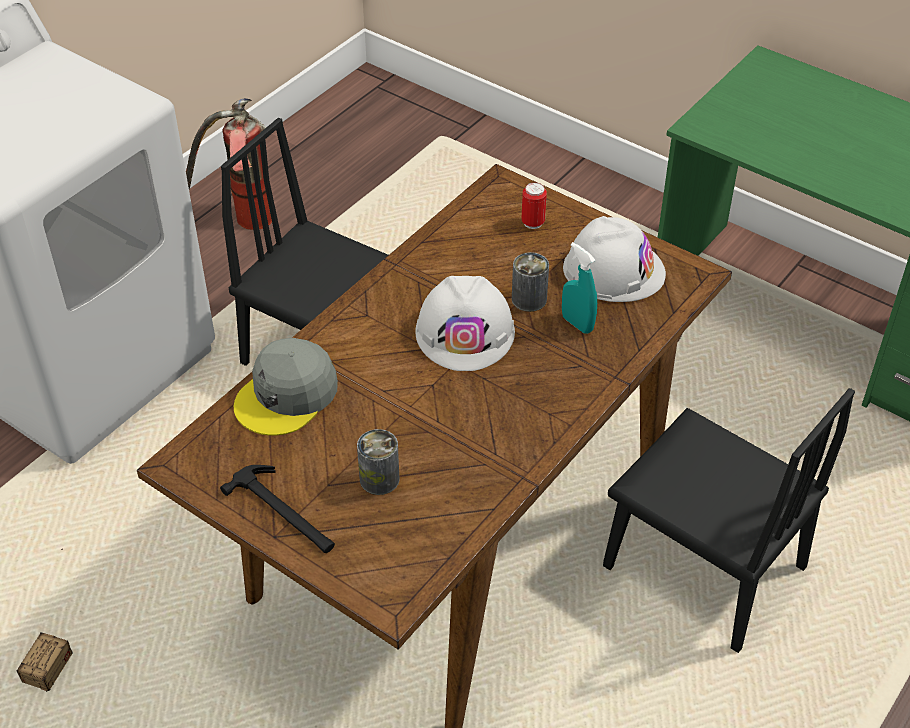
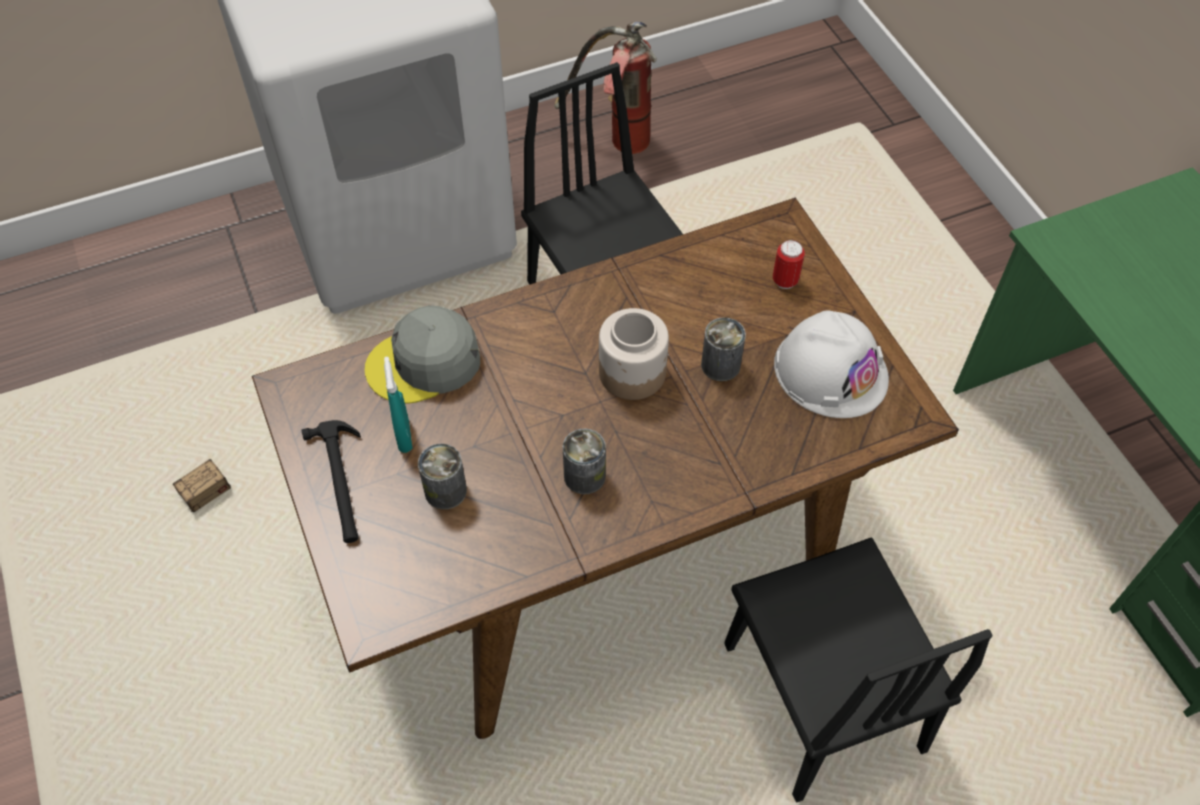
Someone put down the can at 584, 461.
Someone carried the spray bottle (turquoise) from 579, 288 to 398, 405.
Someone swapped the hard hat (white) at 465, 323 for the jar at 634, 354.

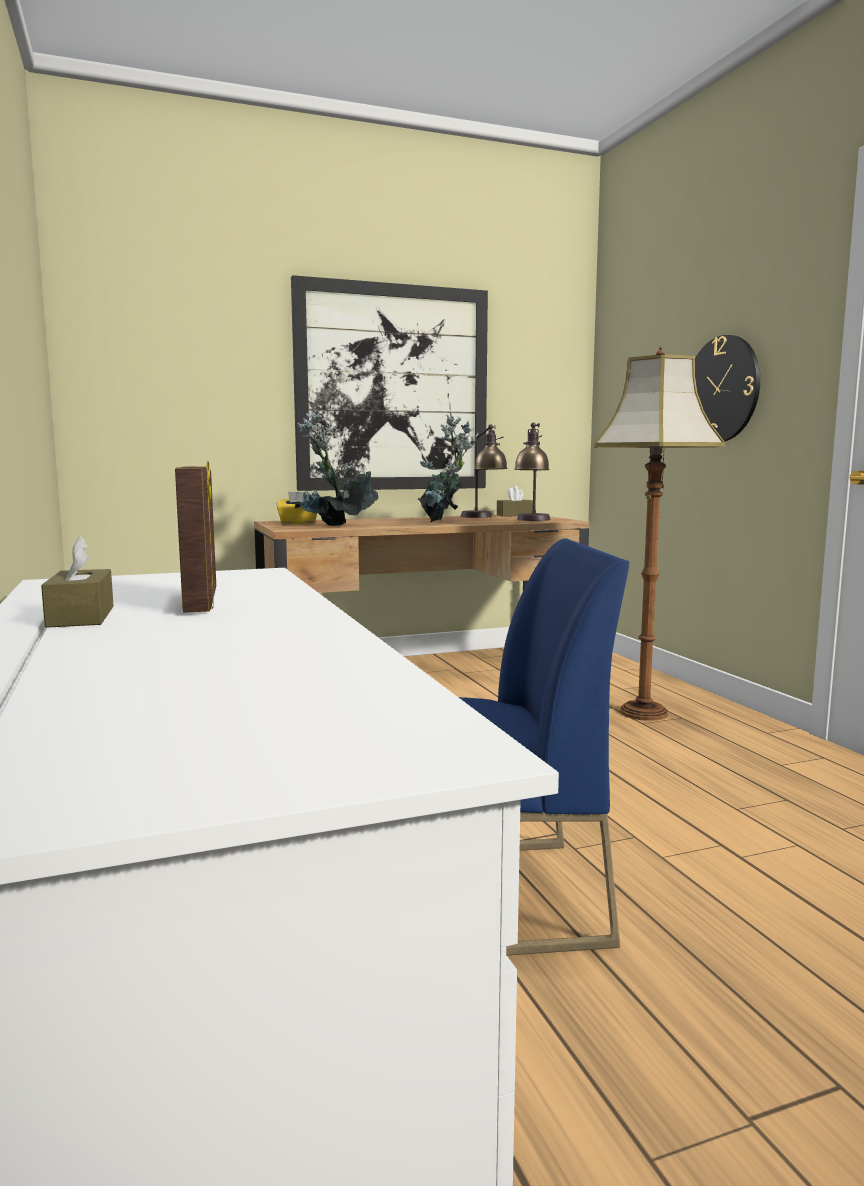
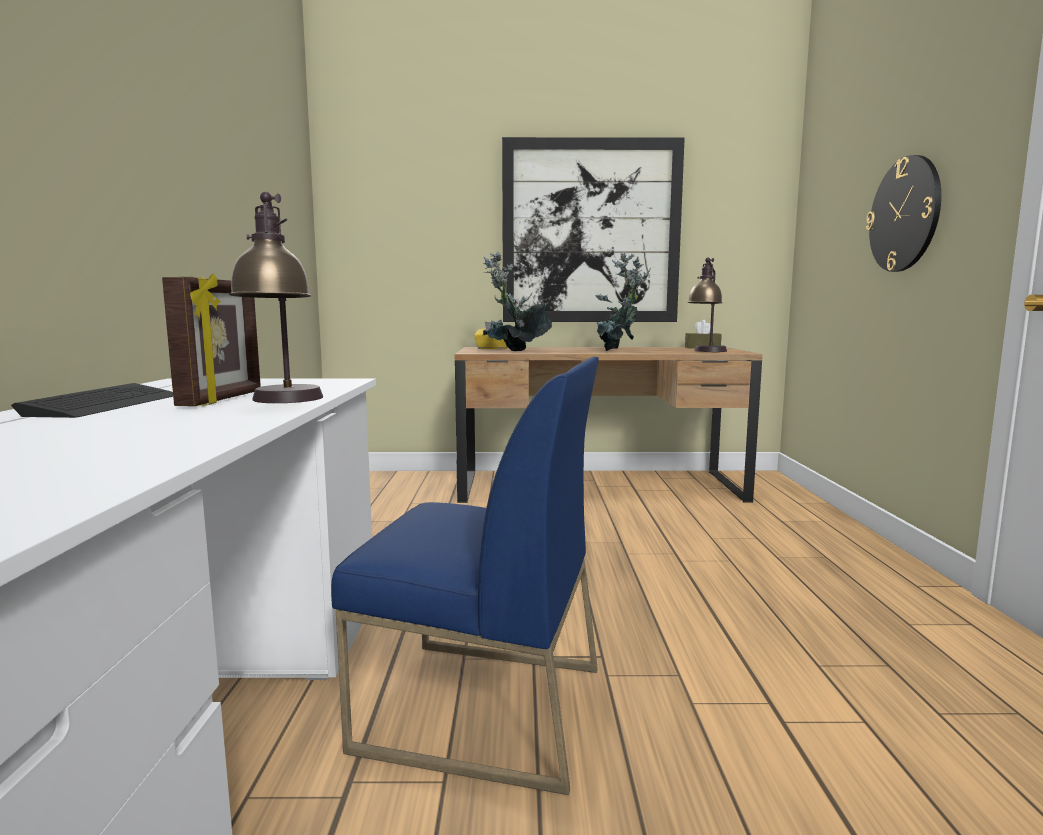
Someone took away the floor lamp at 659, 533.
Someone carried the table lamp from 484, 471 to 276, 297.
Someone swapped the tissue box (brown) at 77, 582 for the keyboard at 92, 400.

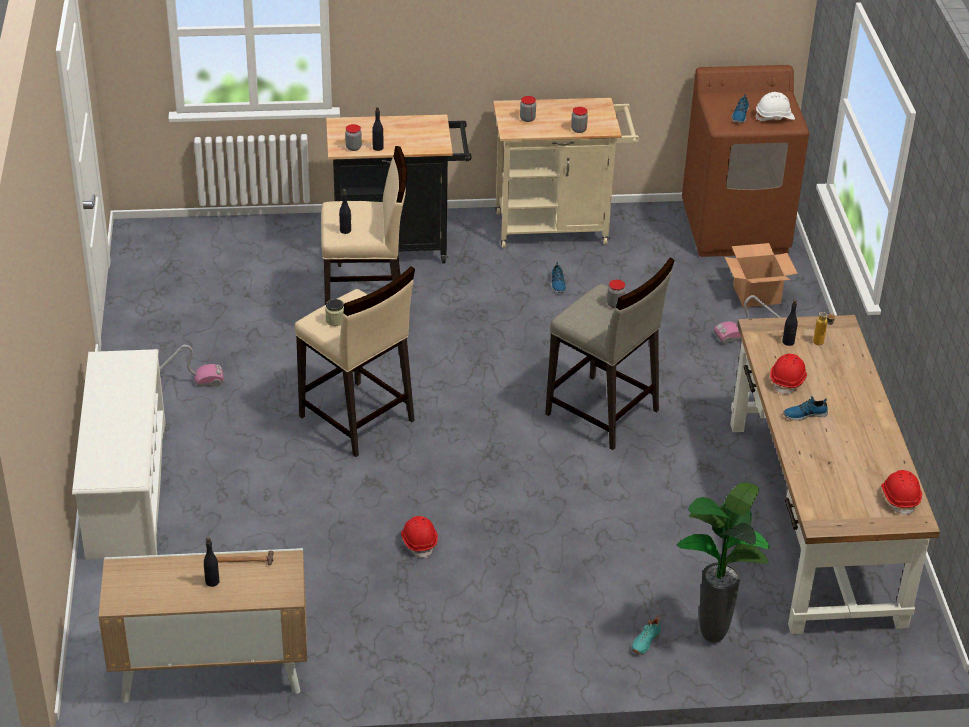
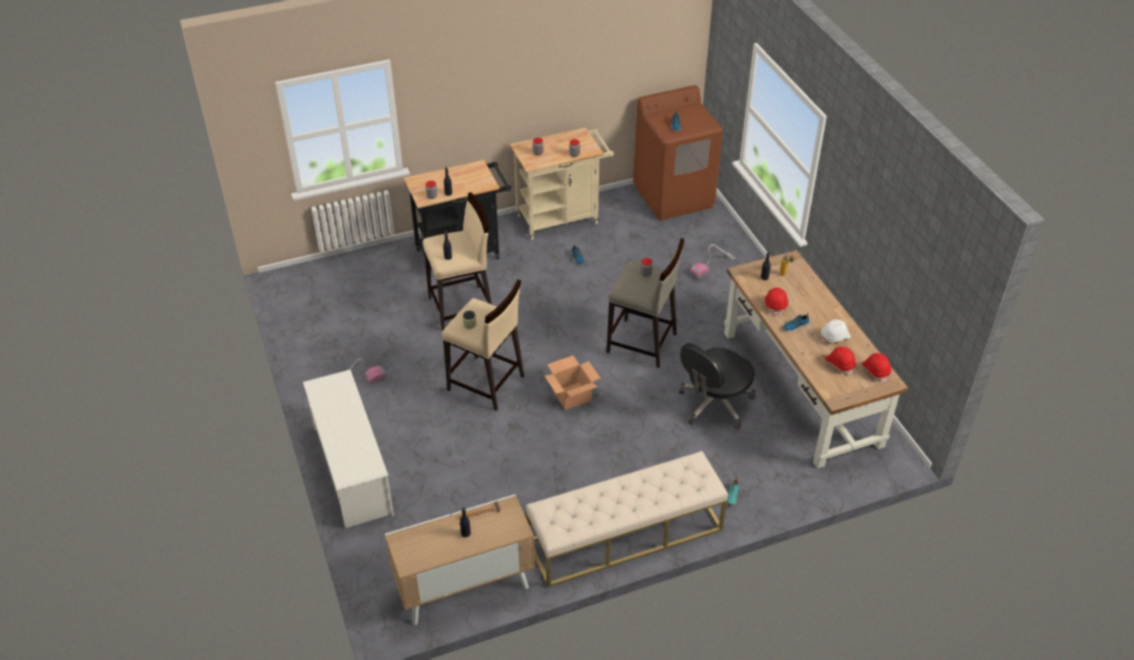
Someone took away the potted plant at 723, 562.
Someone put down the bench (beige) at 627, 519.
Someone put down the office chair (black) at 717, 386.
Someone carried the hard hat (red) from 419, 537 to 840, 360.
Someone carried the cardboard box from 761, 275 to 573, 382.
Someone carried the hard hat (white) from 775, 106 to 836, 331.

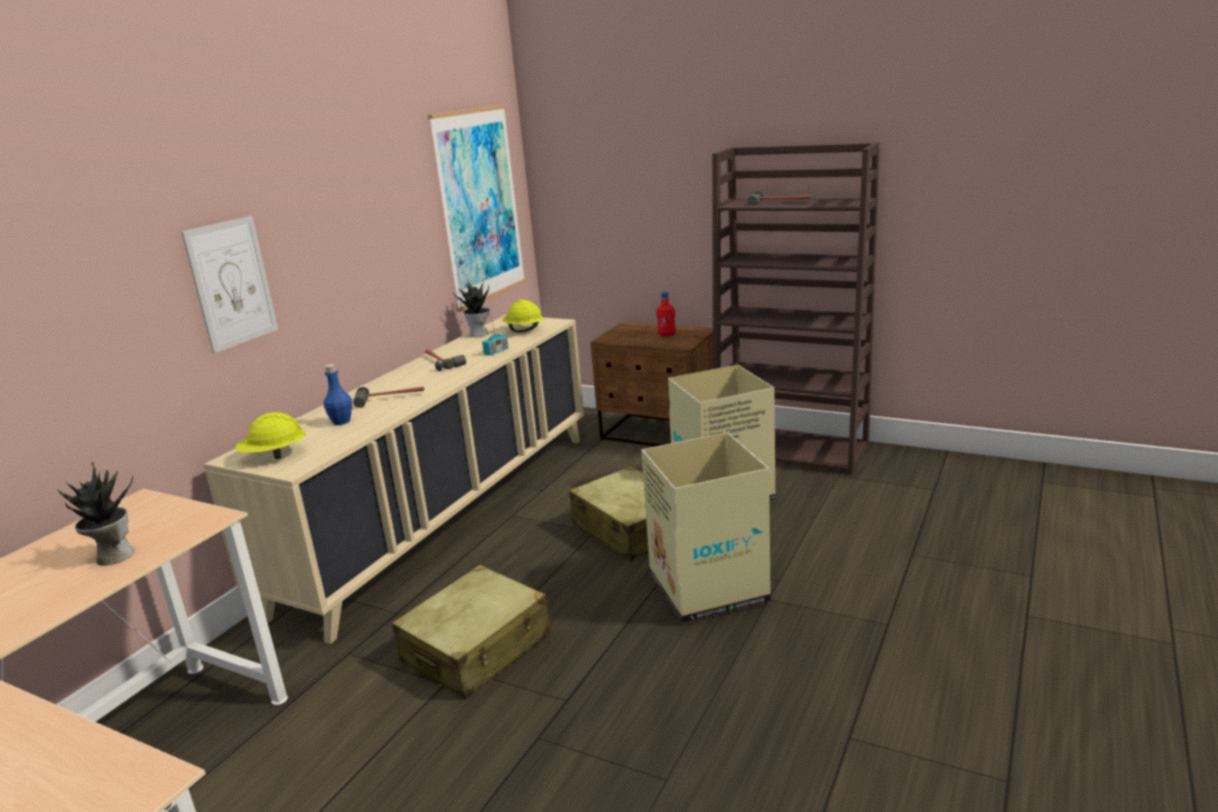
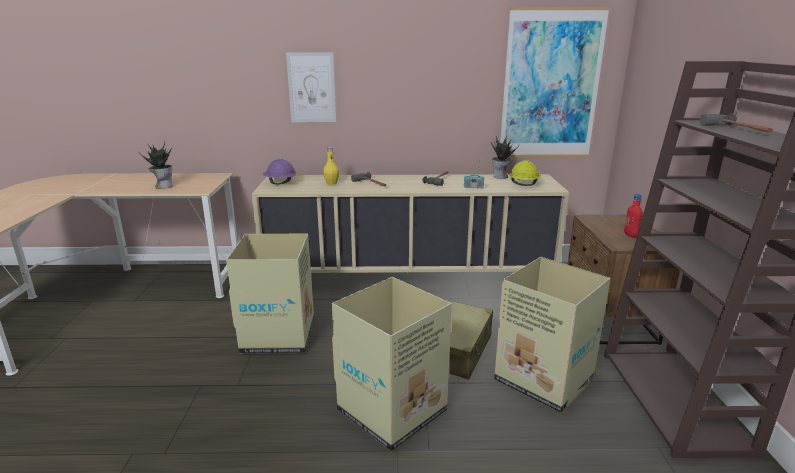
Someone swapped the suitcase (beige) at 471, 632 for the cardboard box at 270, 294.
Someone repainted the hard hat (yellow) at 270, 436, which became the hard hat (purple) at 279, 172.
Someone repainted the bottle (blue) at 338, 394, which became the bottle (yellow) at 331, 166.

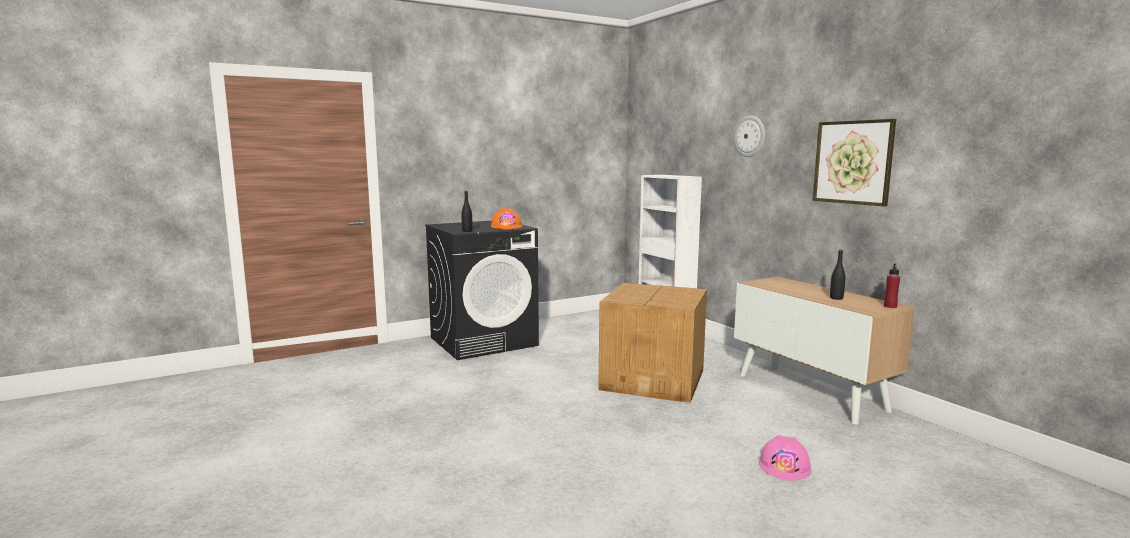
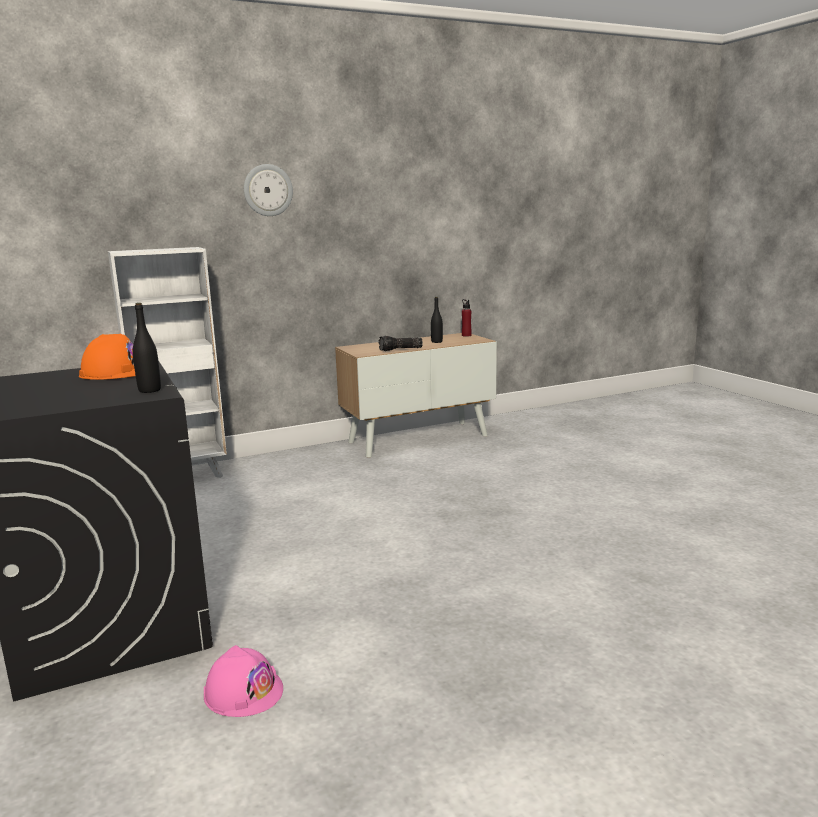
Someone took away the cardboard box at 652, 343.
Someone took away the picture at 854, 163.
Someone put down the flashlight at 401, 343.
Someone carried the hard hat (pink) from 785, 458 to 243, 681.

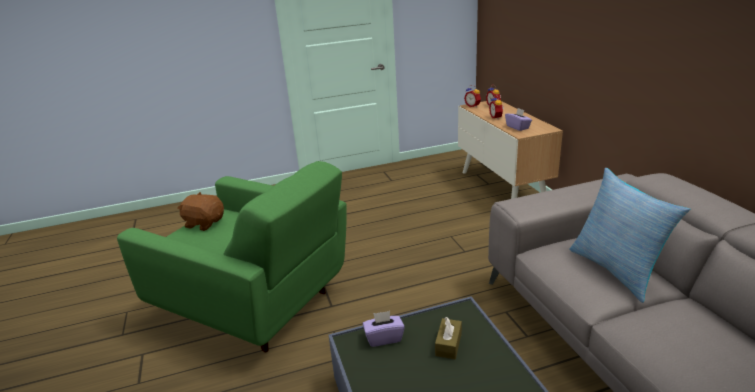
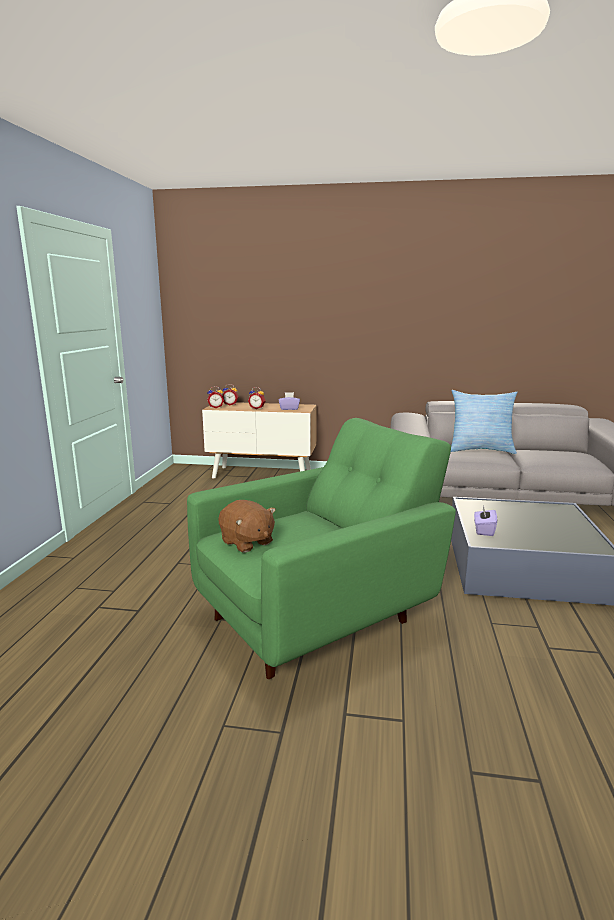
Someone took away the tissue box (brown) at 448, 338.
Someone rotated the plush toy (brown) at 200, 211 by 90 degrees counterclockwise.

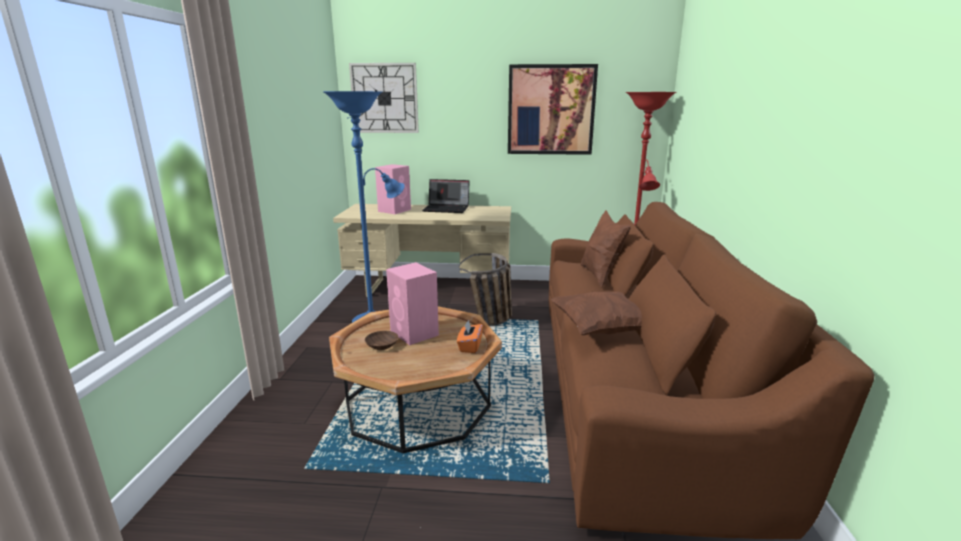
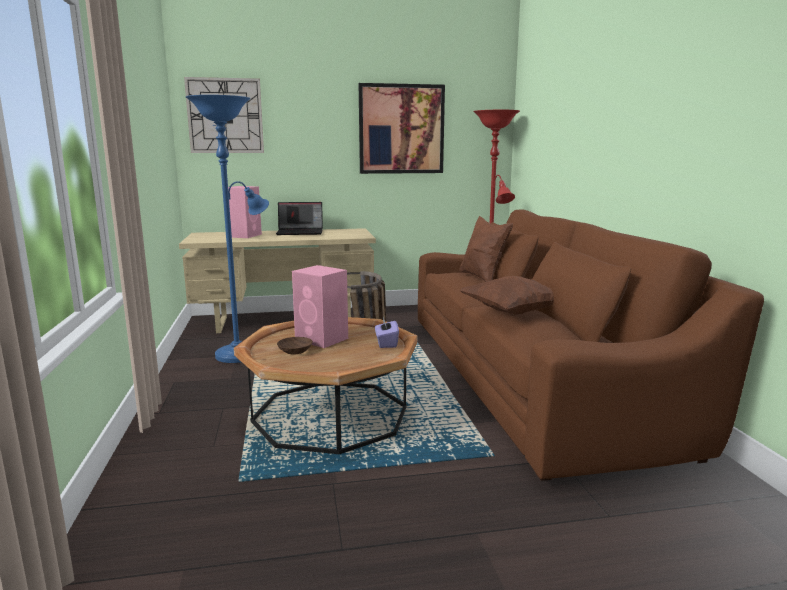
Someone repainted the tissue box (orange) at 470, 336, which became the tissue box (purple) at 387, 332.

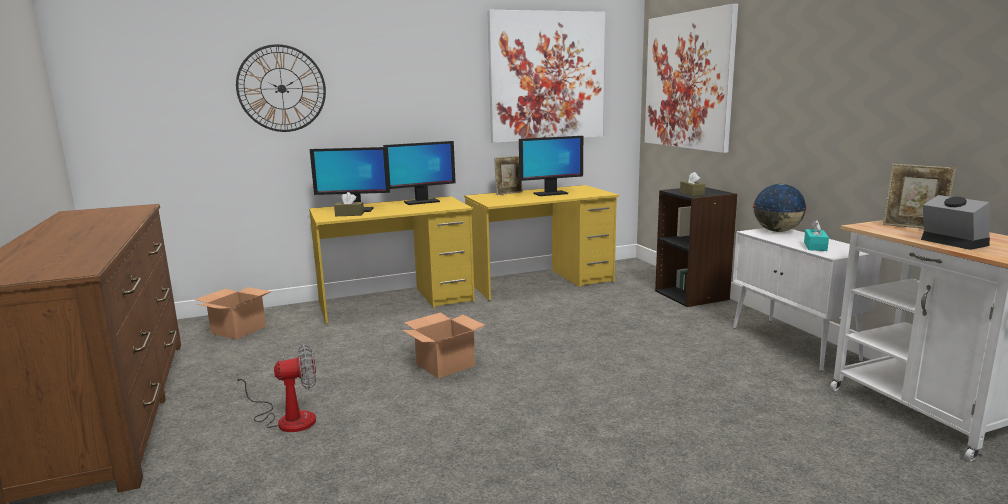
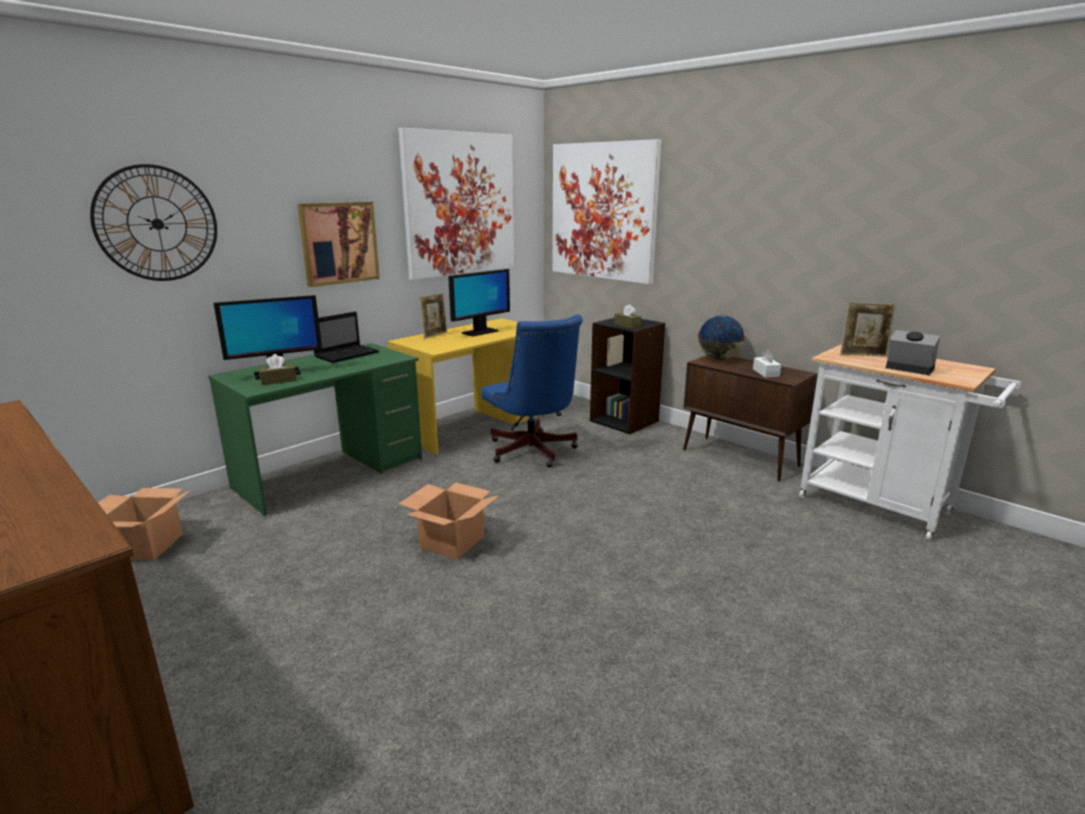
Someone took away the fan at 276, 388.
Someone put up the picture at 338, 244.
Someone put down the office chair (blue) at 532, 390.
Someone swapped the monitor at 419, 173 for the laptop at 346, 337.
Someone repainted the desk (yellow) at 392, 260, which became the desk (green) at 315, 429.
Someone repainted the cabinet (white) at 807, 299, which became the cabinet (brown) at 750, 418.
Someone repainted the tissue box (turquoise) at 816, 235, which became the tissue box (white) at 767, 363.

